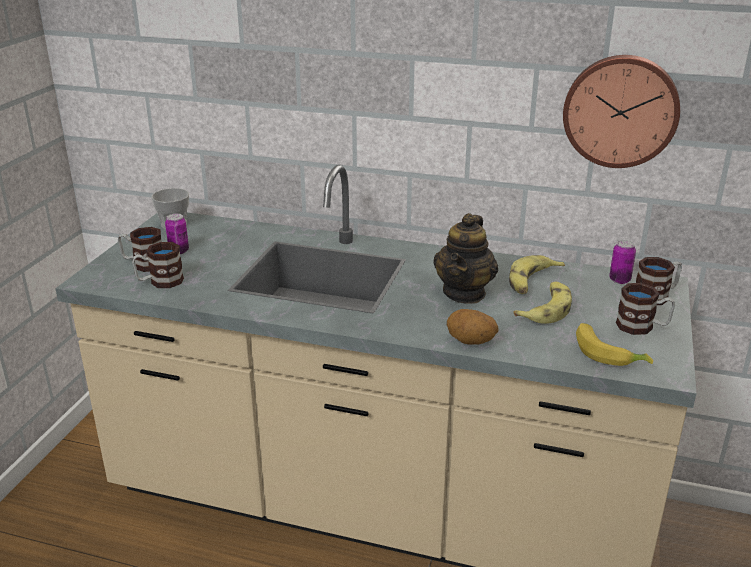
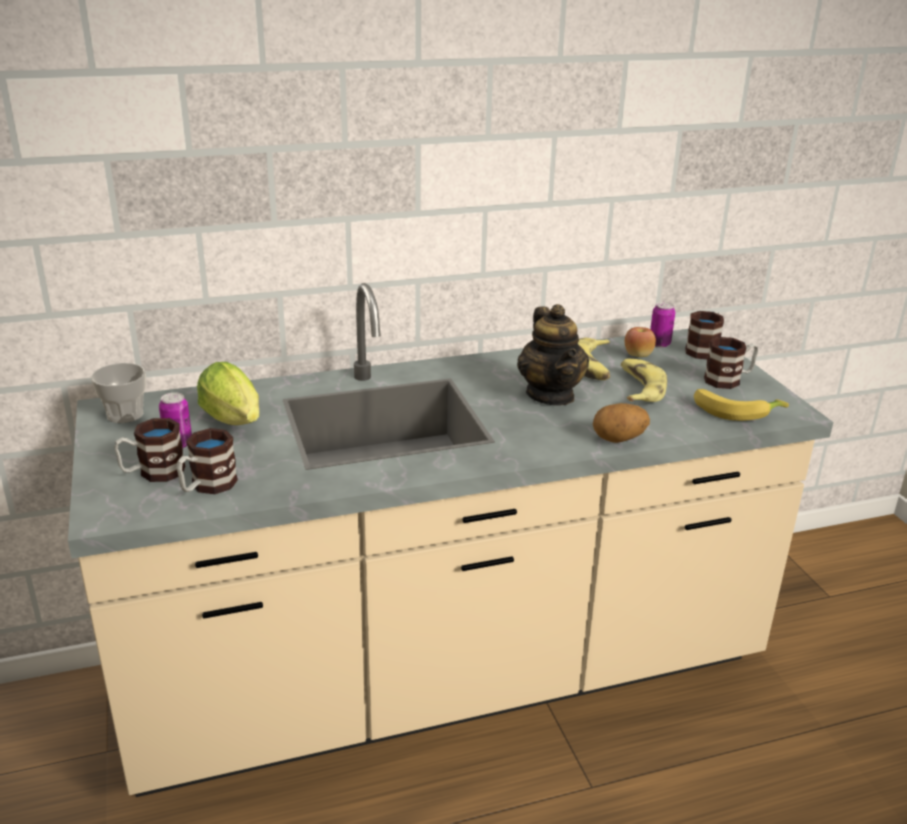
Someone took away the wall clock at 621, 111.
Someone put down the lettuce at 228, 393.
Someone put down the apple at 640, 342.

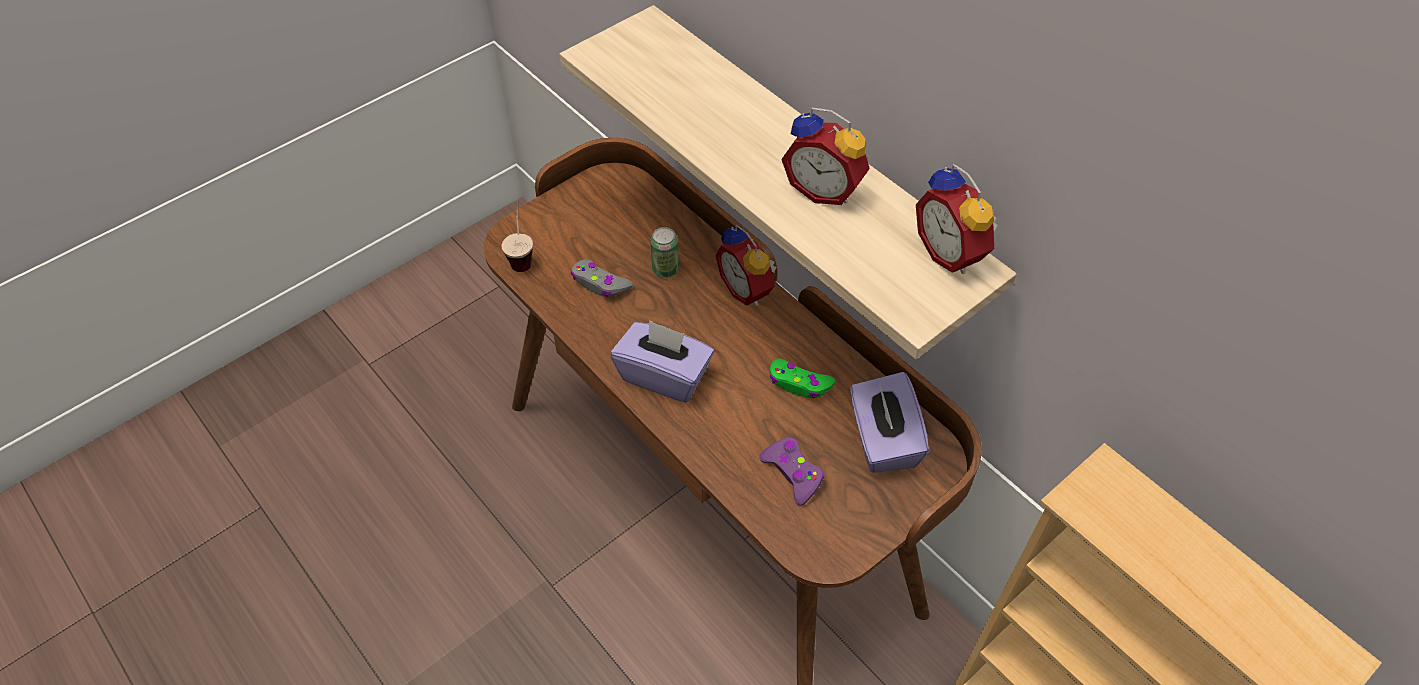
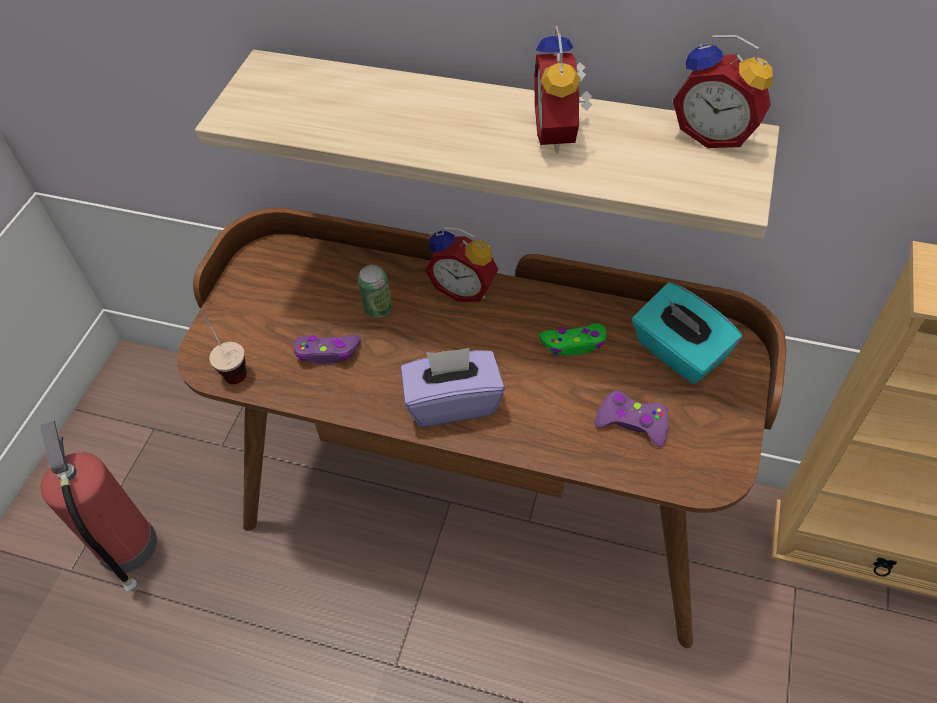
Someone put down the fire extinguisher at 98, 506.
Someone repainted the game controller (grey) at 602, 278, which became the game controller (purple) at 327, 349.
Someone repainted the tissue box (purple) at 889, 422, which became the tissue box (turquoise) at 687, 333.
Someone rotated the alarm clock at 825, 156 by 90 degrees clockwise.

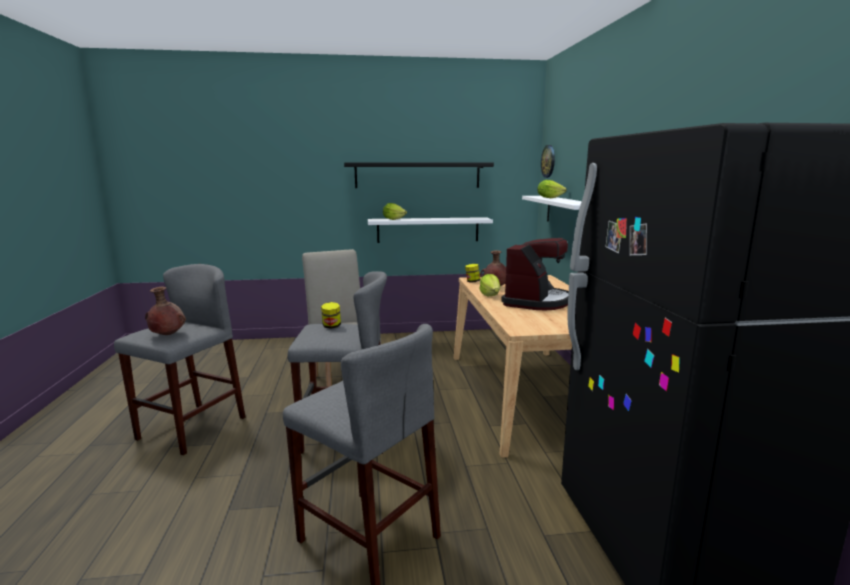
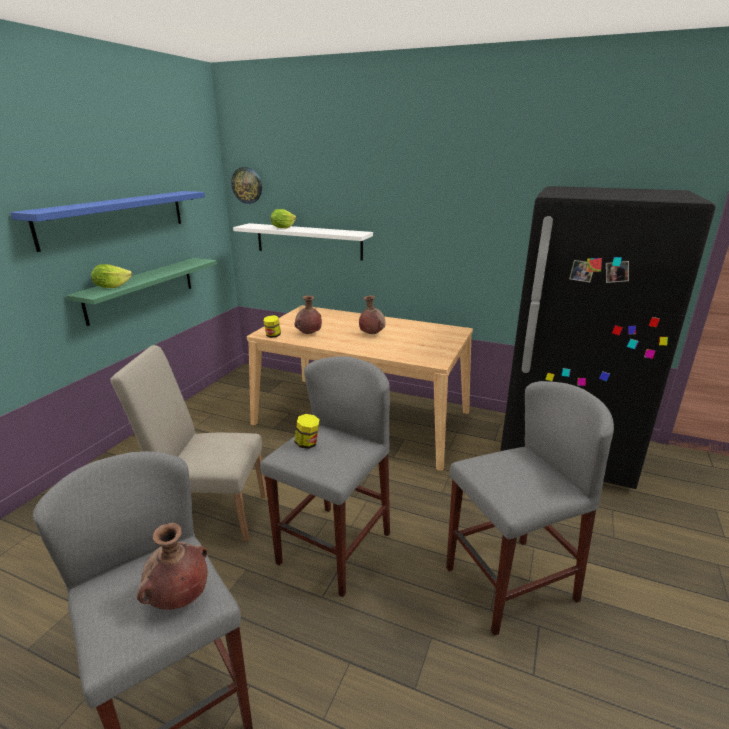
Someone took away the lettuce at 490, 285.
Someone swapped the coffee machine at 535, 274 for the vase (brown) at 372, 314.
Someone repainted the shelf (black) at 419, 175, which became the shelf (blue) at 107, 221.
Someone repainted the shelf (white) at 430, 230, which became the shelf (green) at 141, 292.

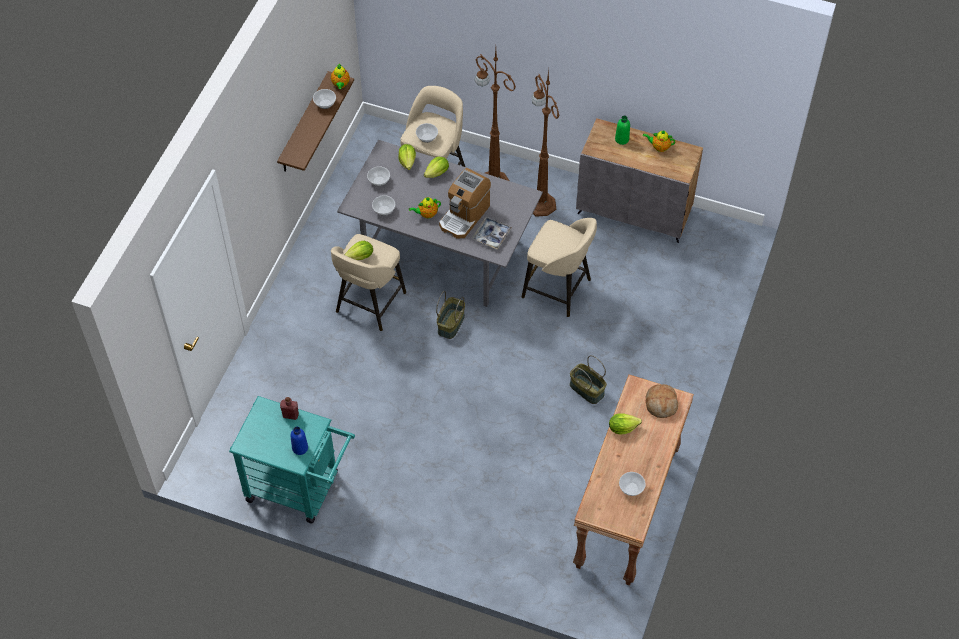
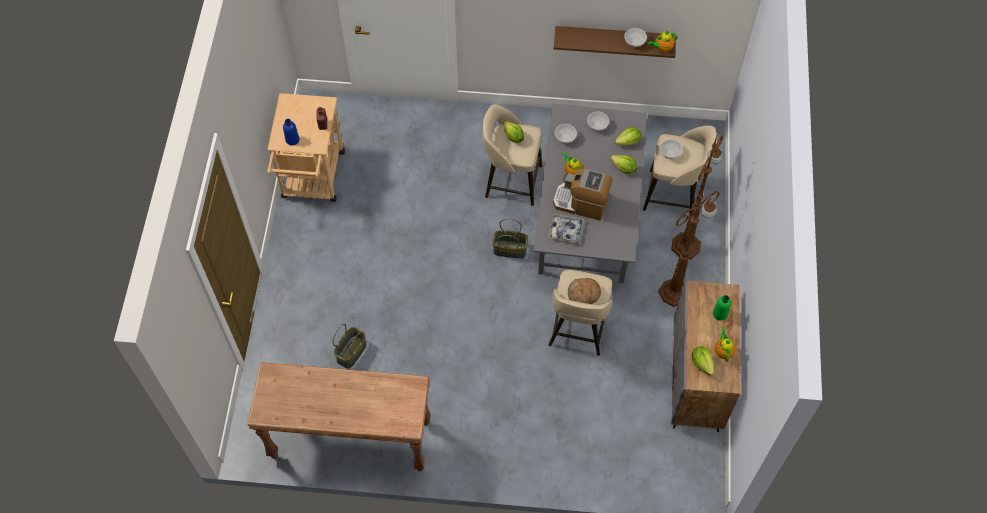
Someone took away the bowl at 632, 484.
Someone carried the basket from 588, 379 to 350, 346.
Someone carried the lettuce from 625, 423 to 702, 361.
Someone carried the bread from 662, 401 to 584, 291.
Someone repainted the cart (turquoise) at 292, 460, which became the cart (beige) at 306, 147.

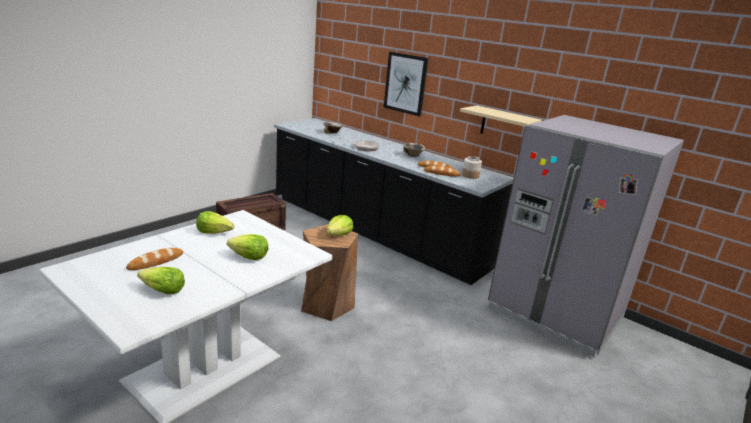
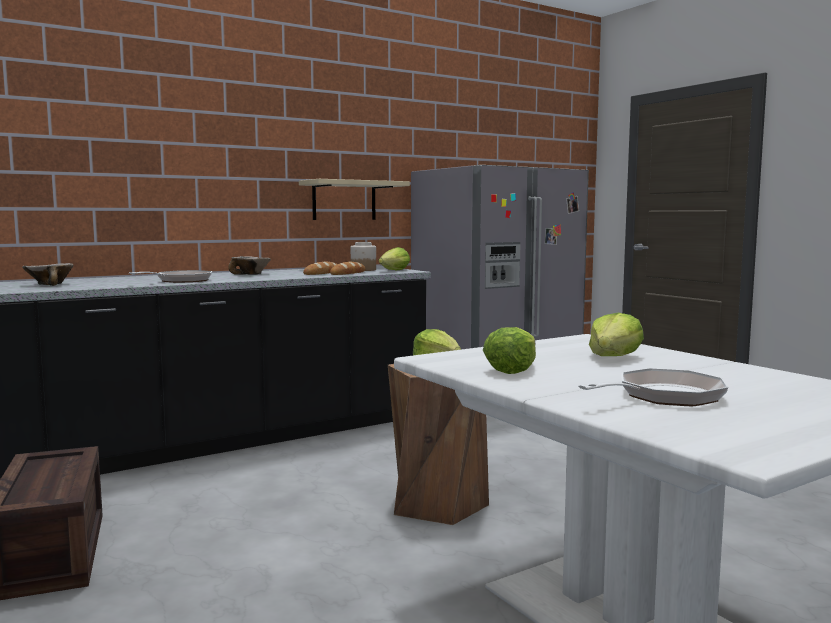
Someone took away the picture at 406, 84.
Someone carried the lettuce from 161, 280 to 394, 259.
Someone swapped the bread at 154, 259 for the frying pan at 653, 387.

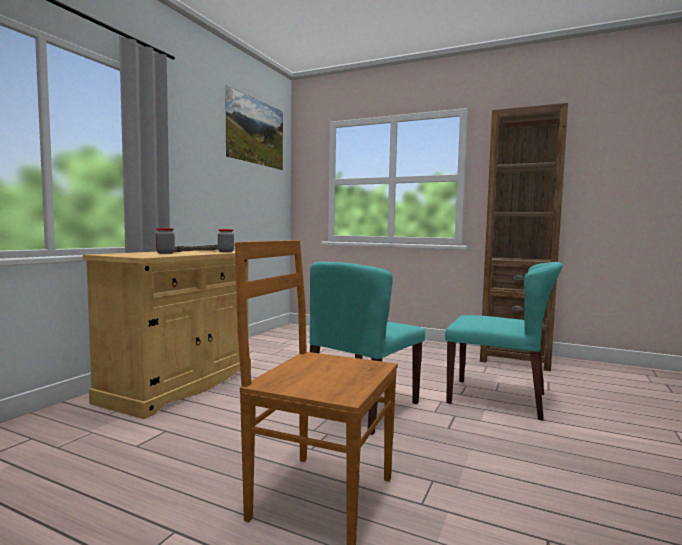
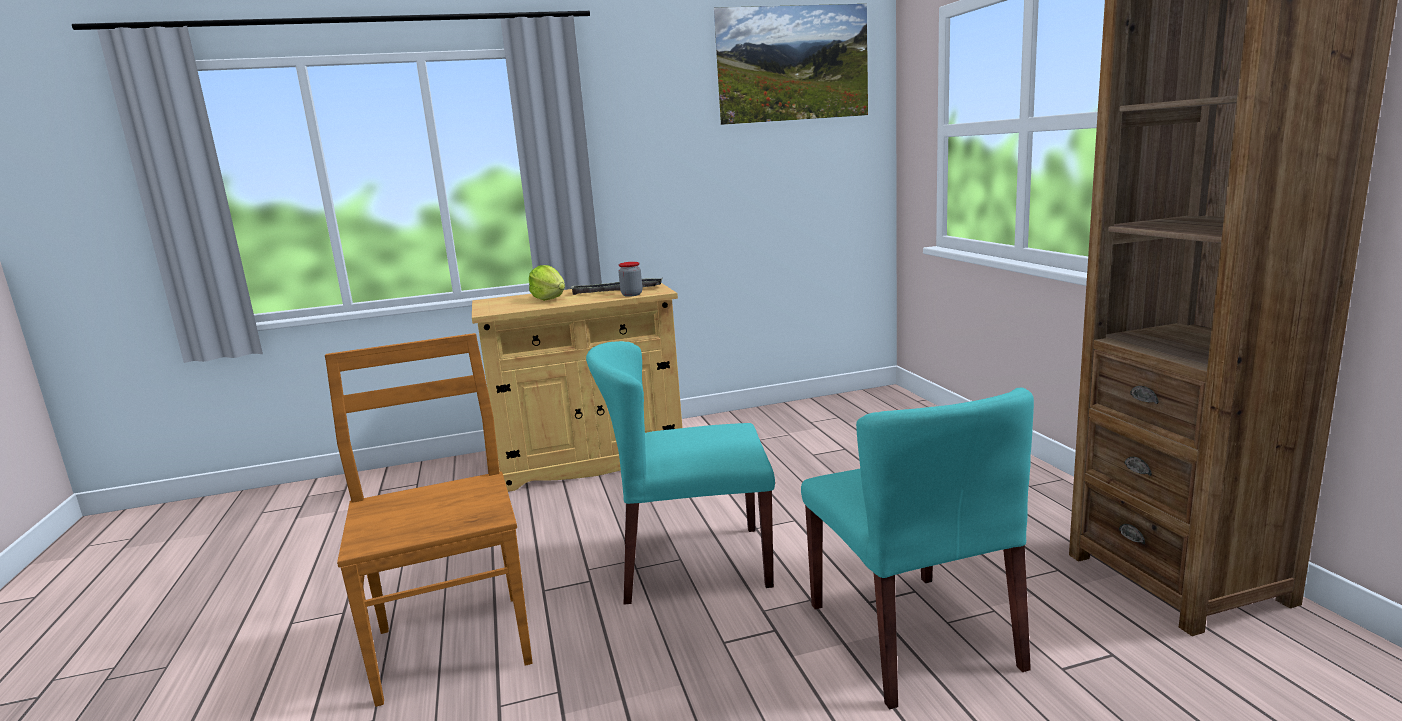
Someone swapped the jar at 165, 241 for the lettuce at 547, 283.

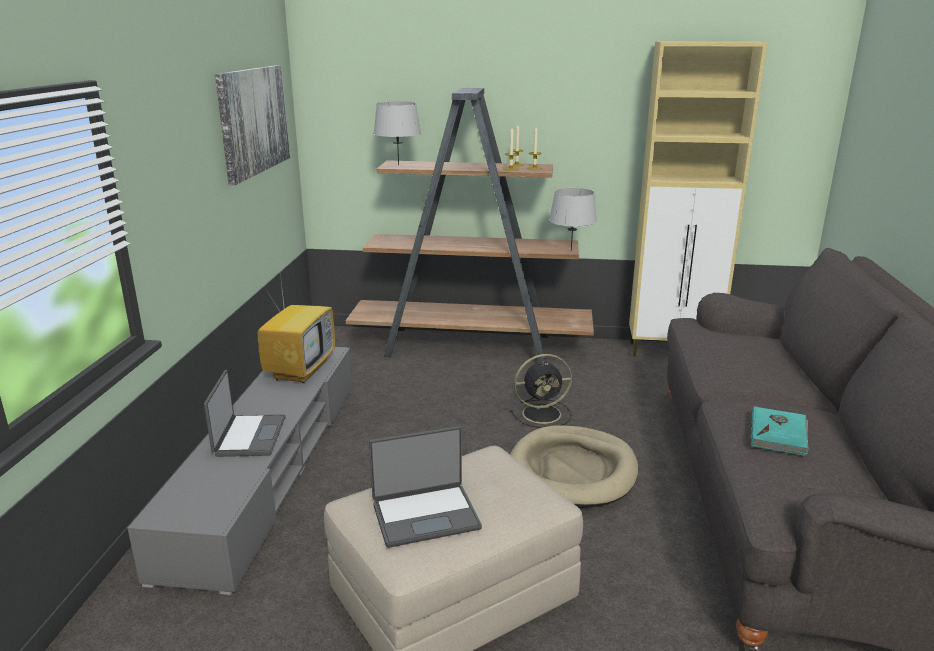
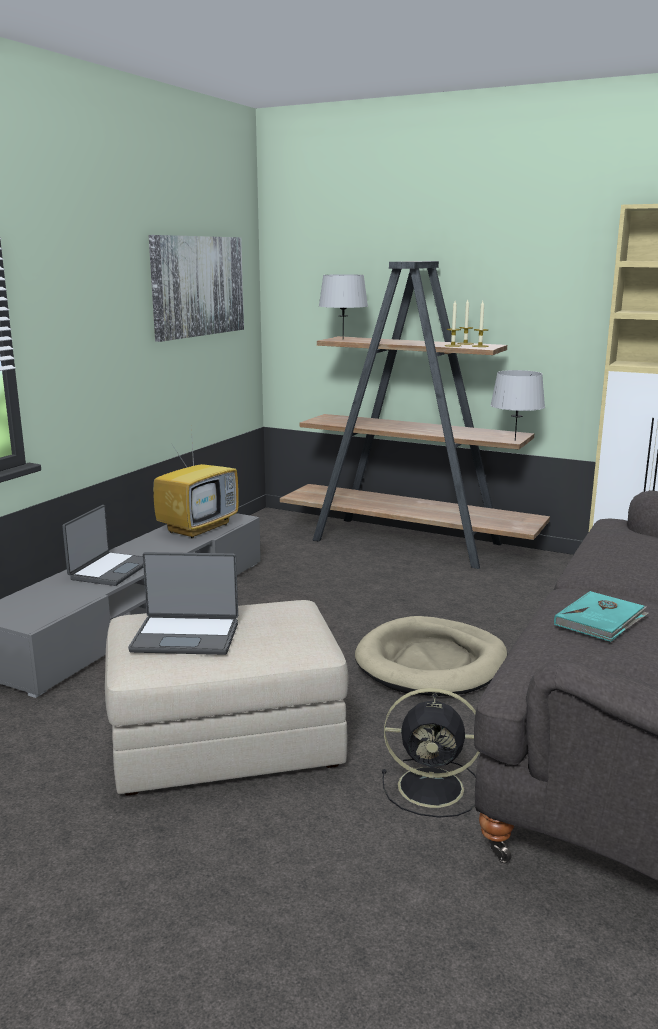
Someone carried the fan (black) from 541, 391 to 431, 753.

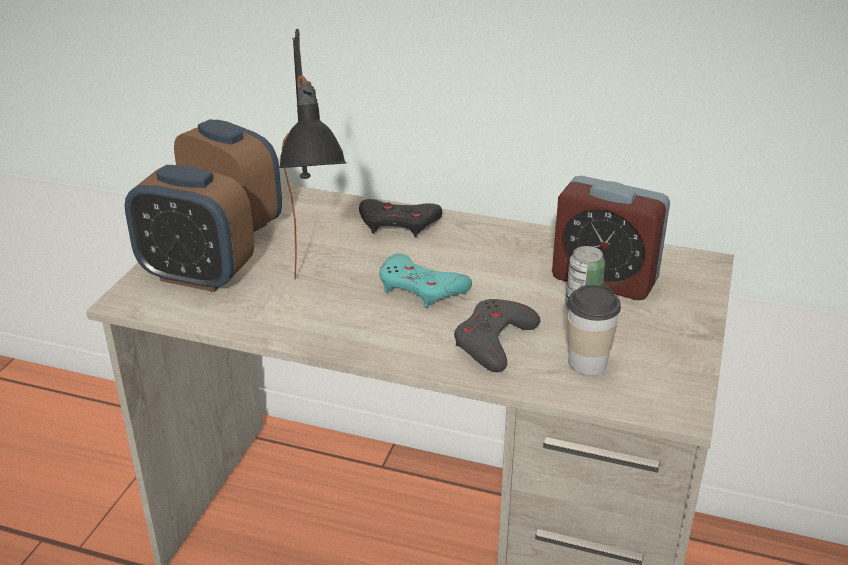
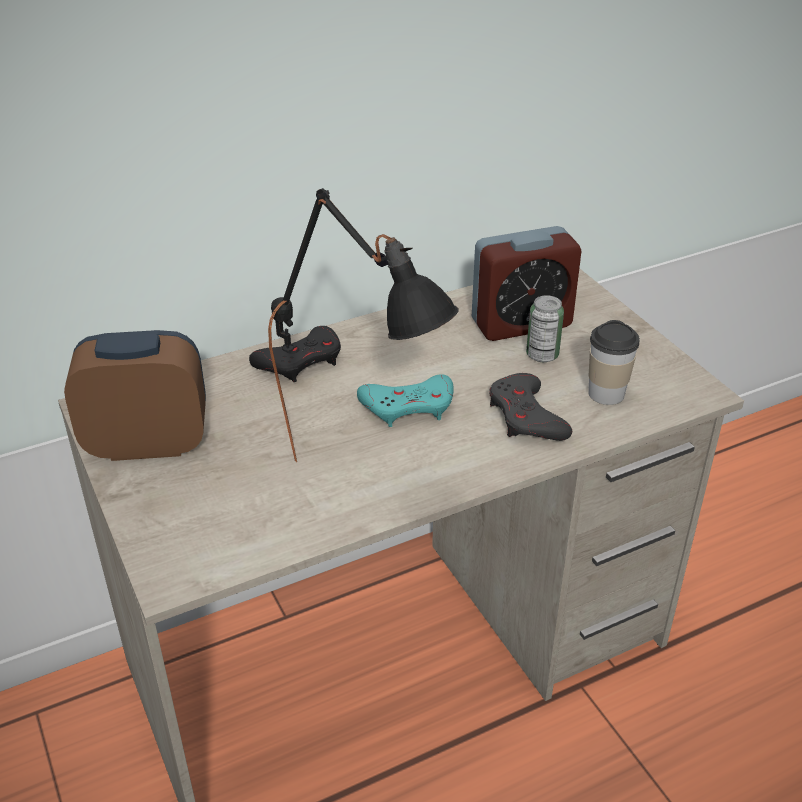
Someone took away the alarm clock at 189, 228.

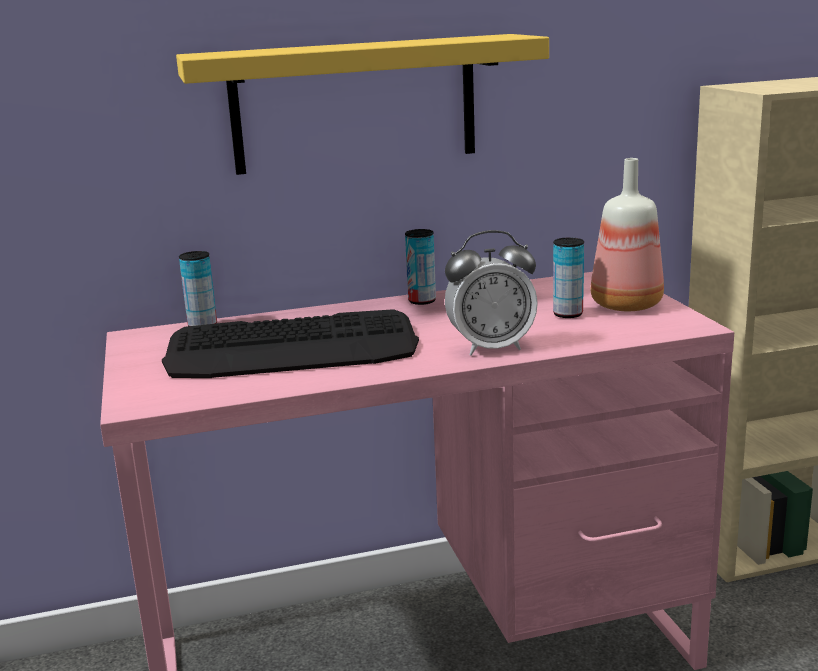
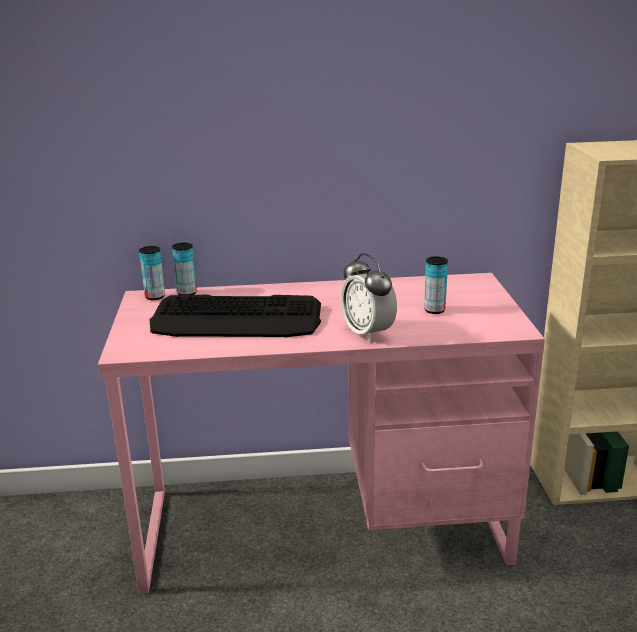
Someone took away the shelf (yellow) at 362, 104.
Someone took away the bottle at 627, 234.
Someone carried the can from 420, 267 to 152, 273.
Someone rotated the alarm clock at 491, 293 by 60 degrees clockwise.

